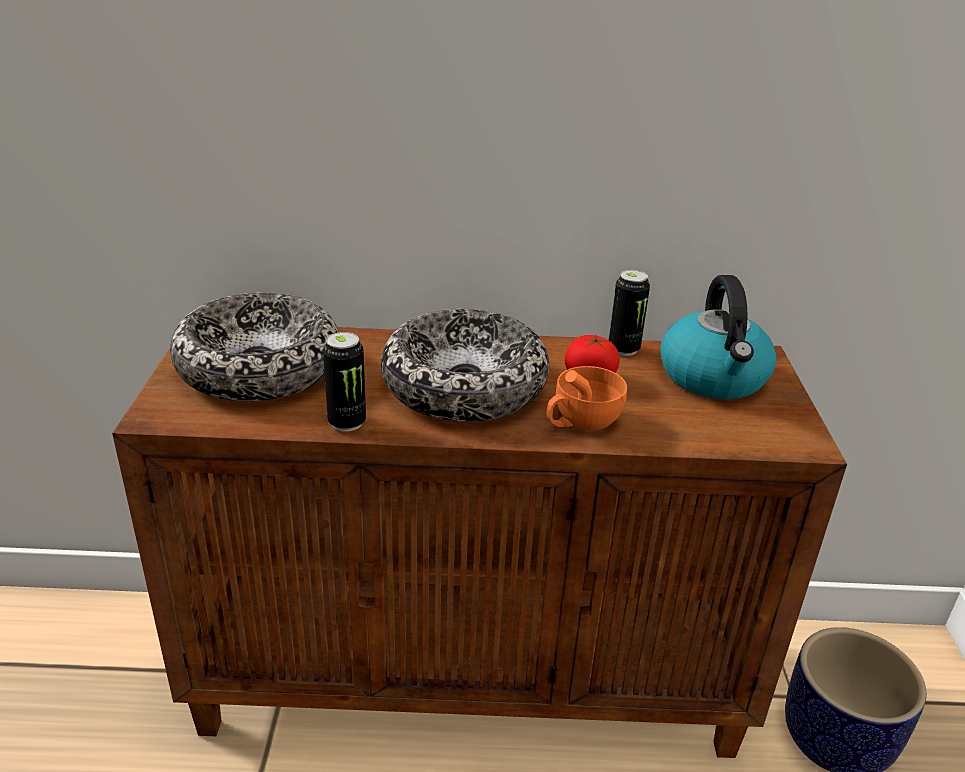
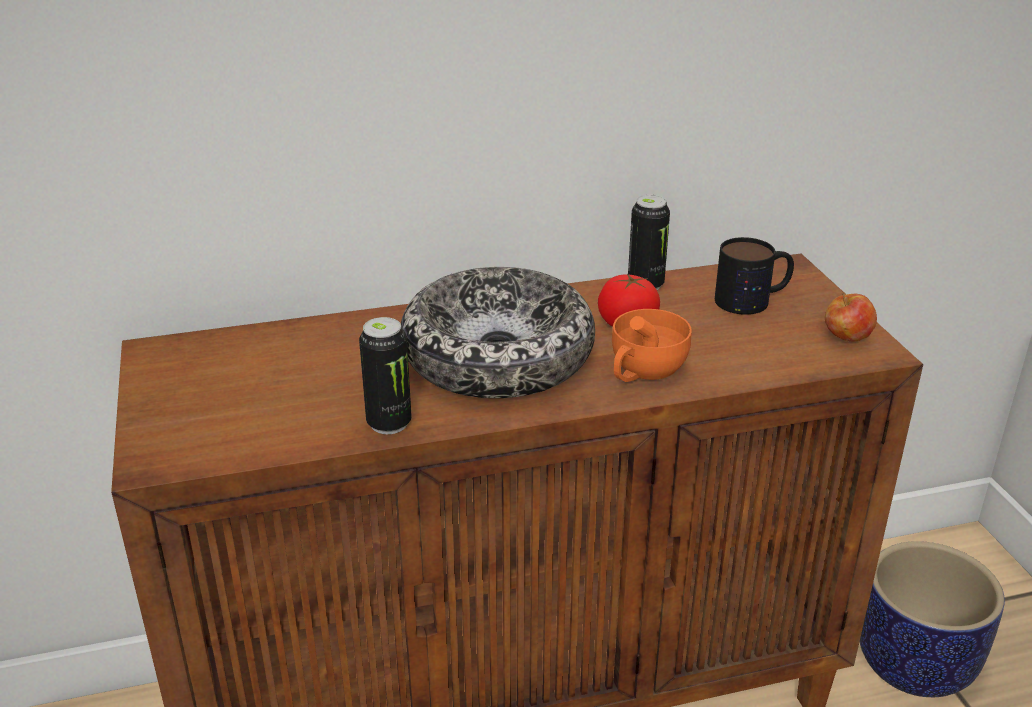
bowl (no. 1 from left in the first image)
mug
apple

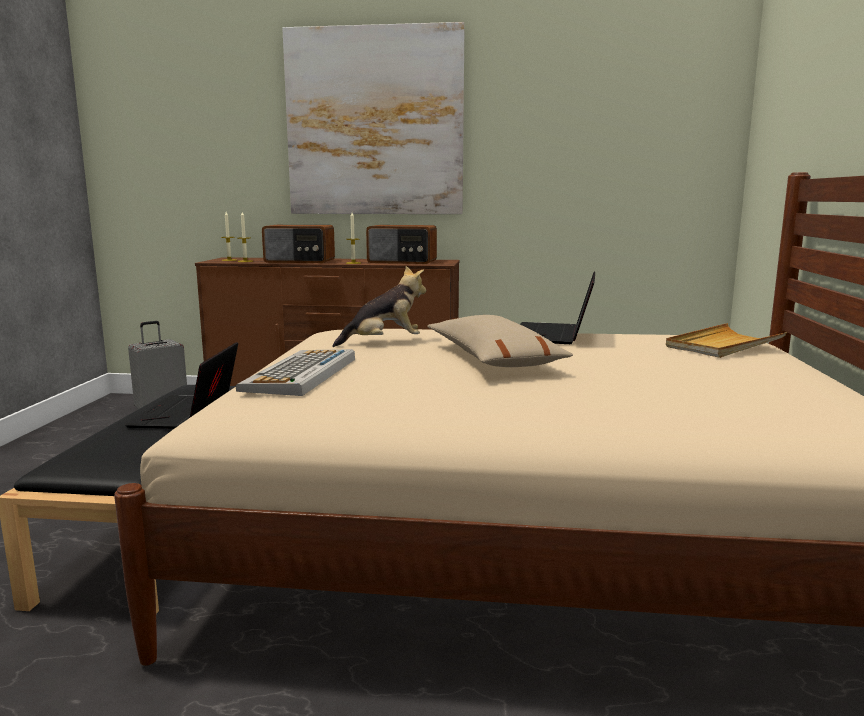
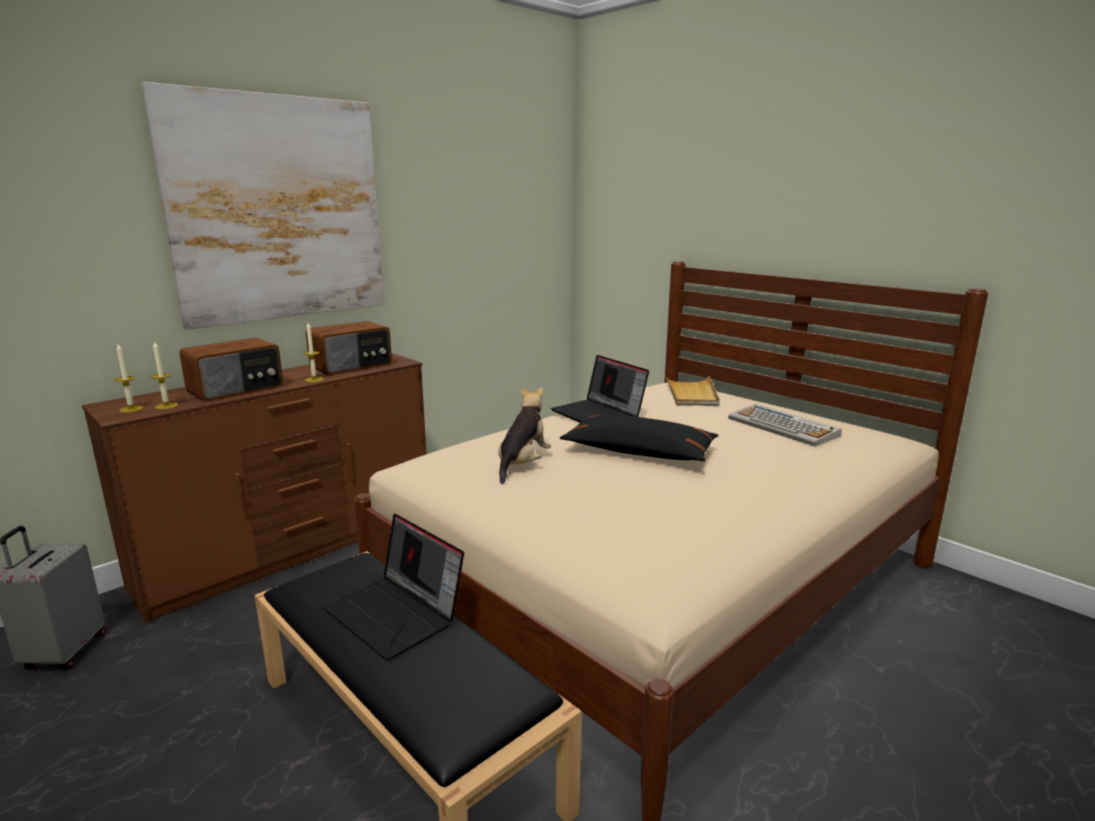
keyboard
black pillow

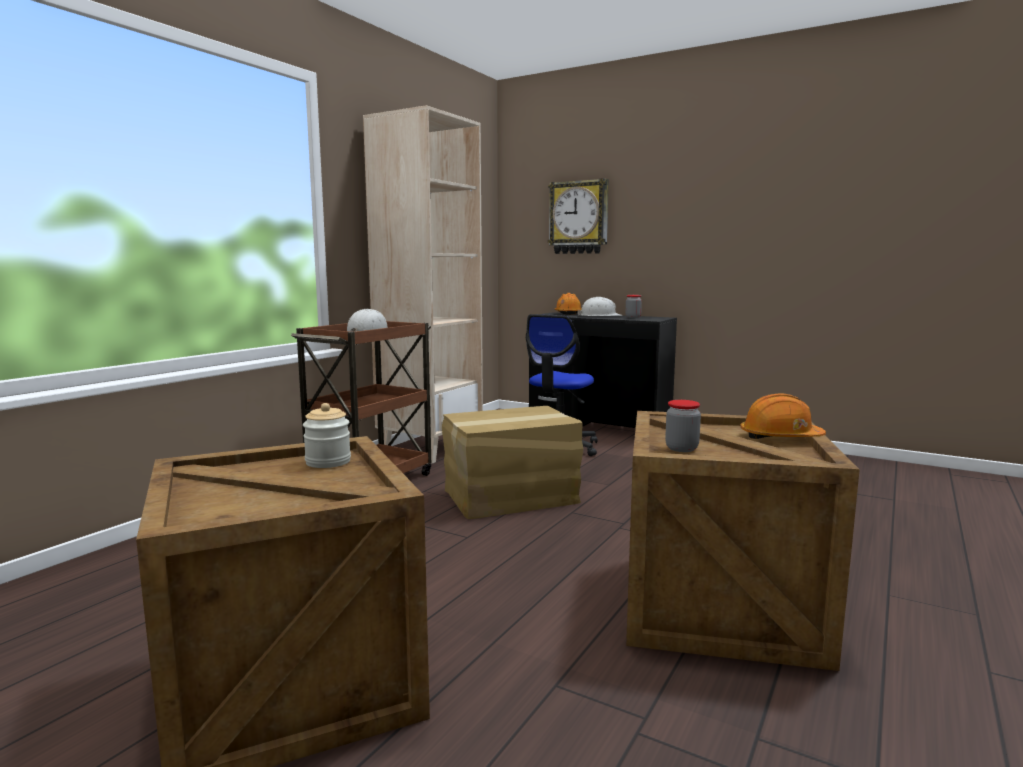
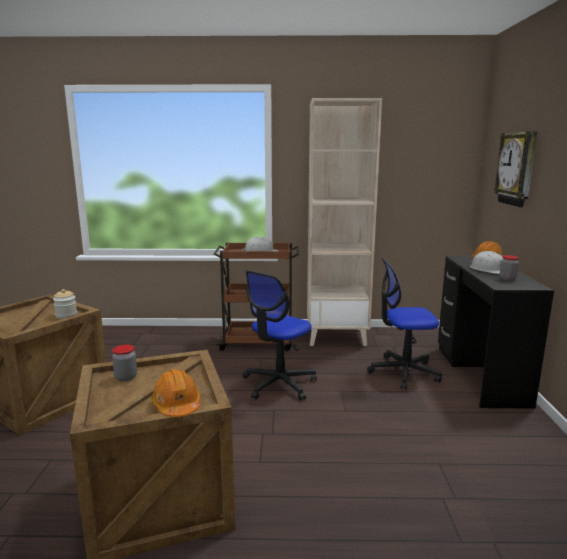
office chair (no. 1 from left)

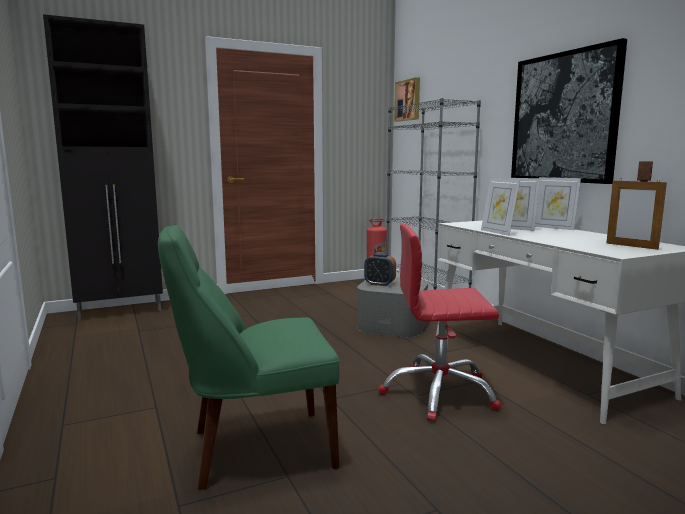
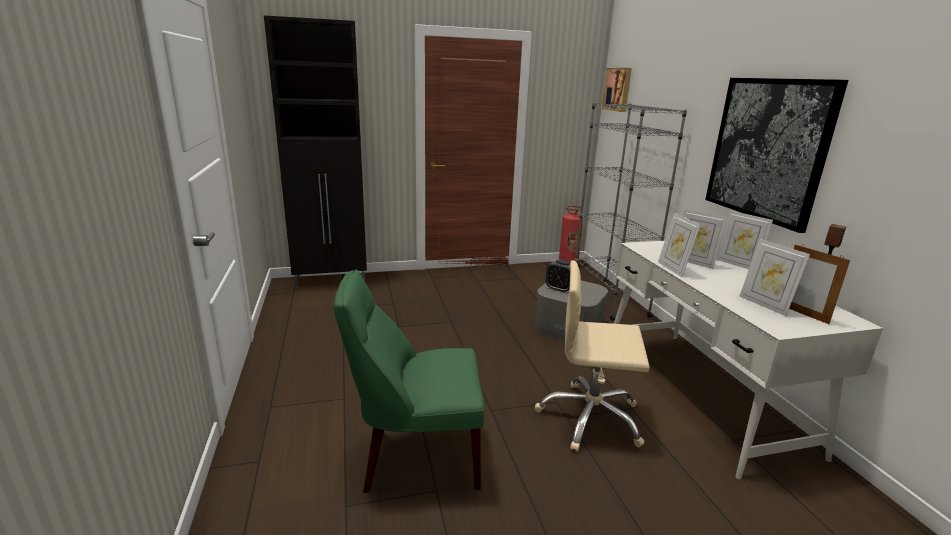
beige office chair
picture frame (no. 4 from left)

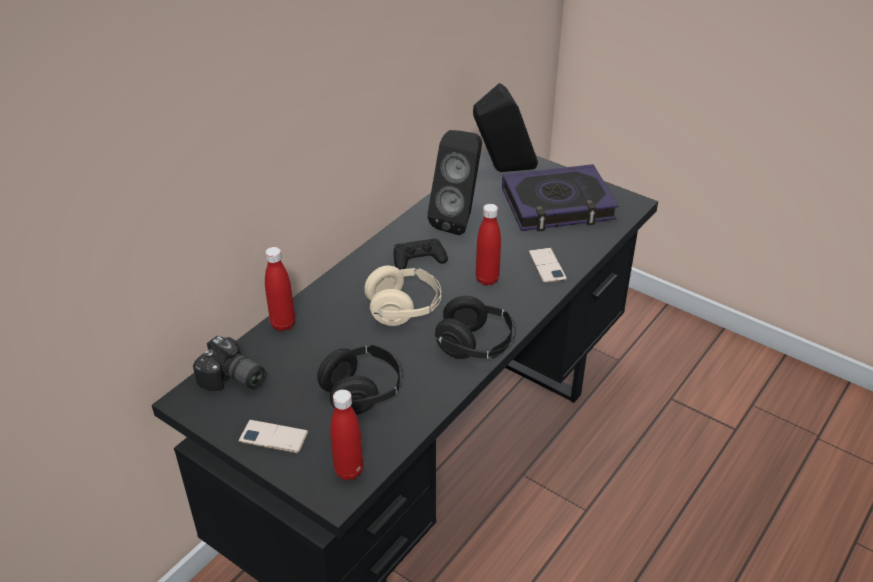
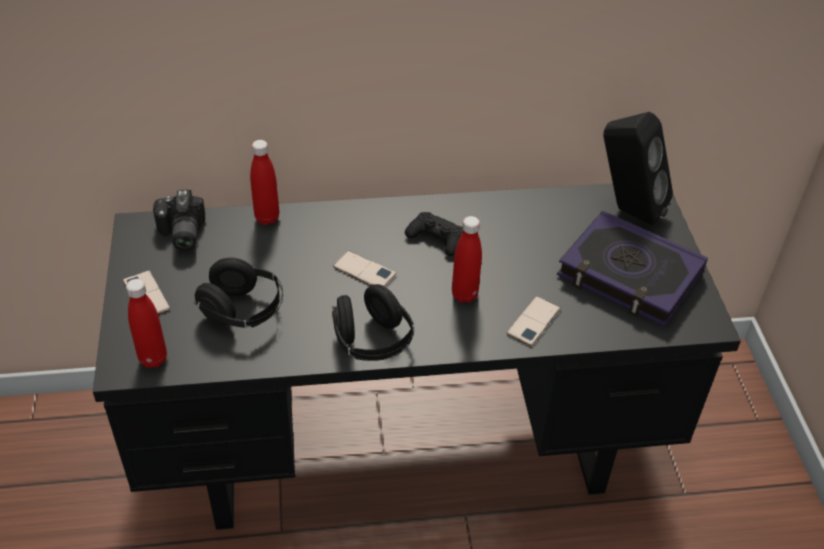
phone (no. 2 from left)
black speaker (no. 1 from left in the first image)

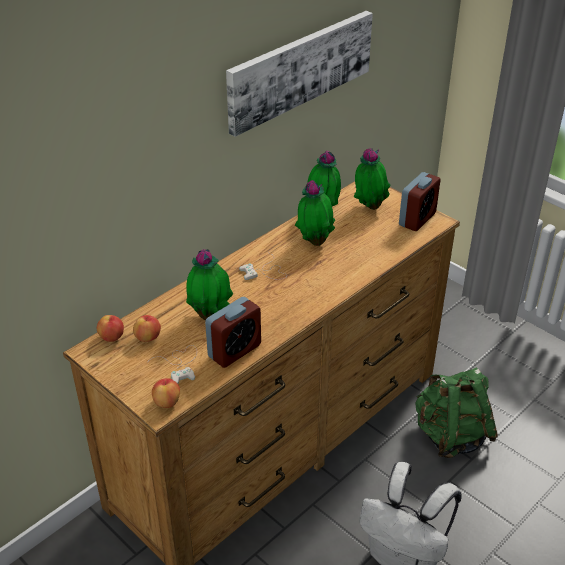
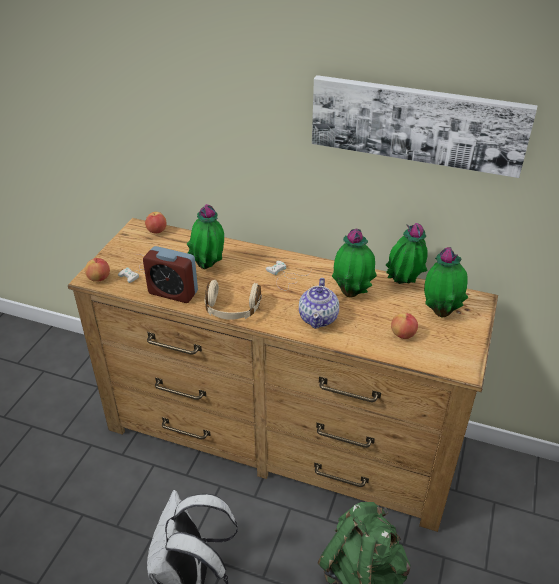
apple (no. 3 from left)
alarm clock (no. 2 from left in the first image)
beige headphones
teapot

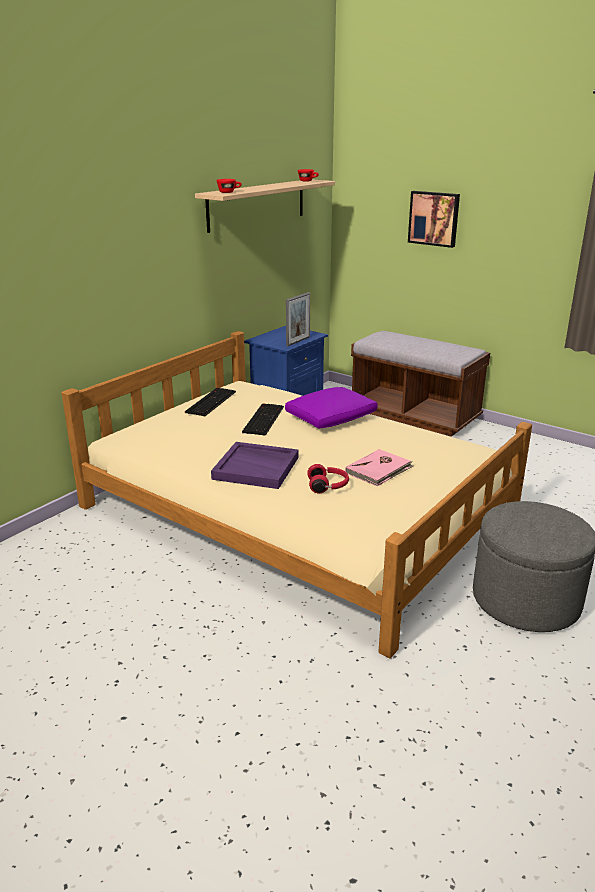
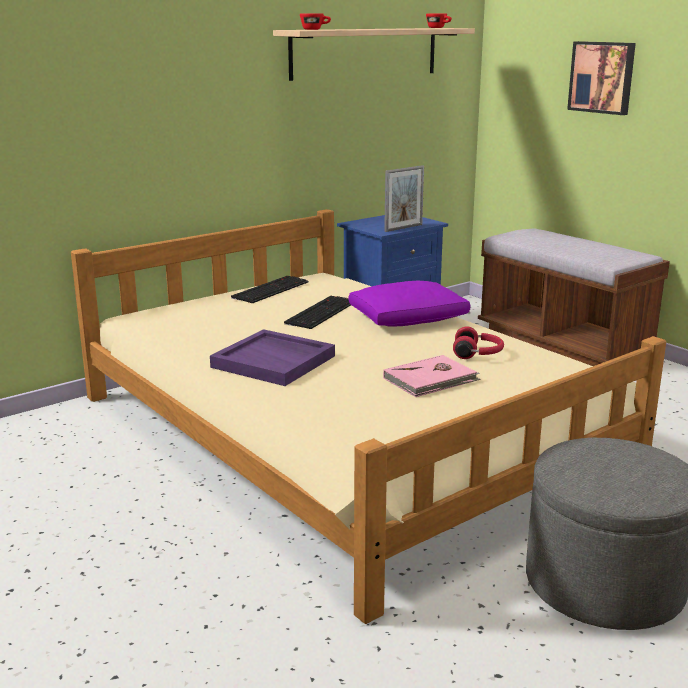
red headphones

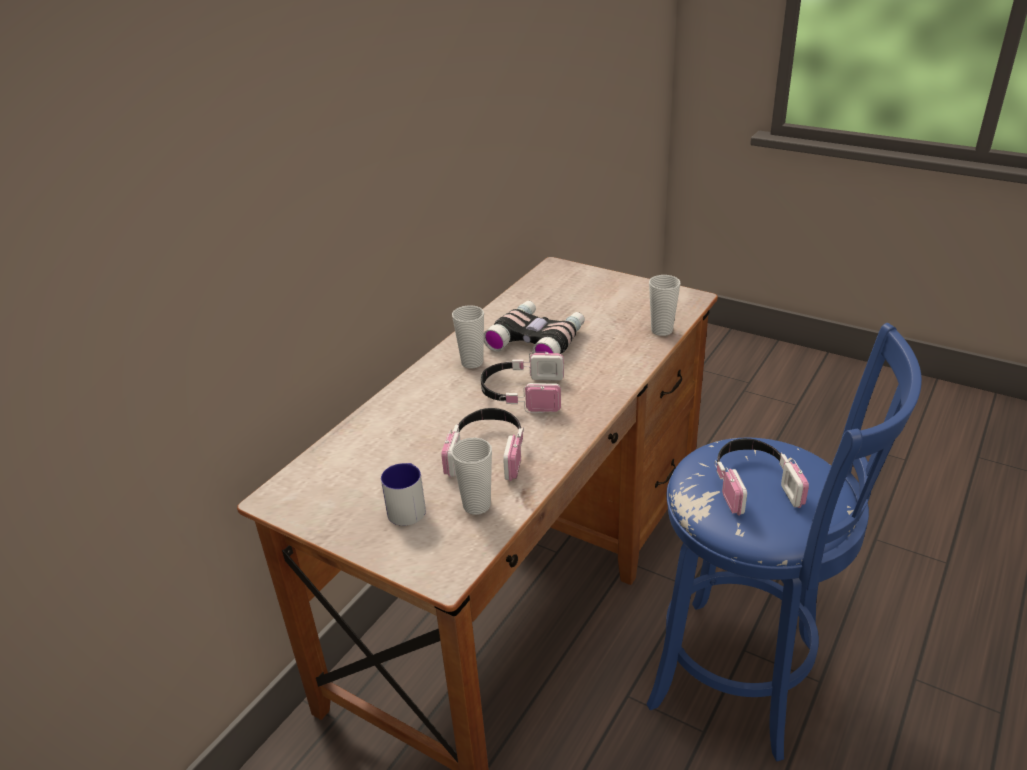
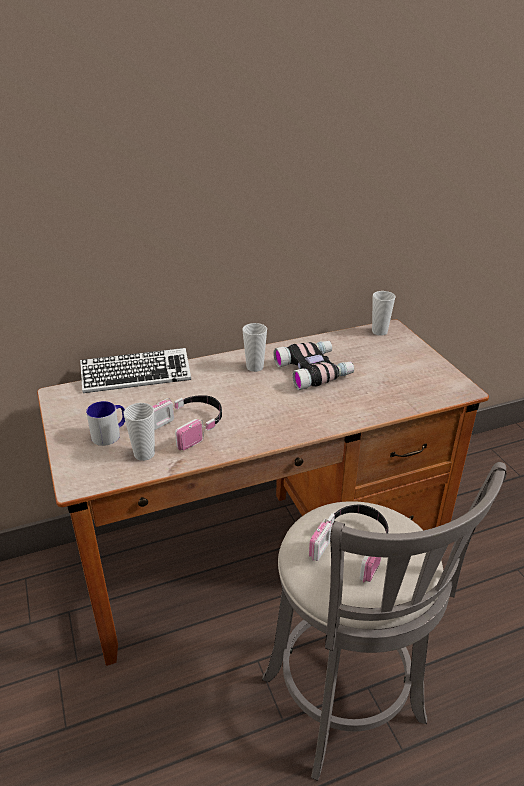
headphones (no. 2 from left in the first image)
grey stool
cup (no. 3 from left)
keyboard

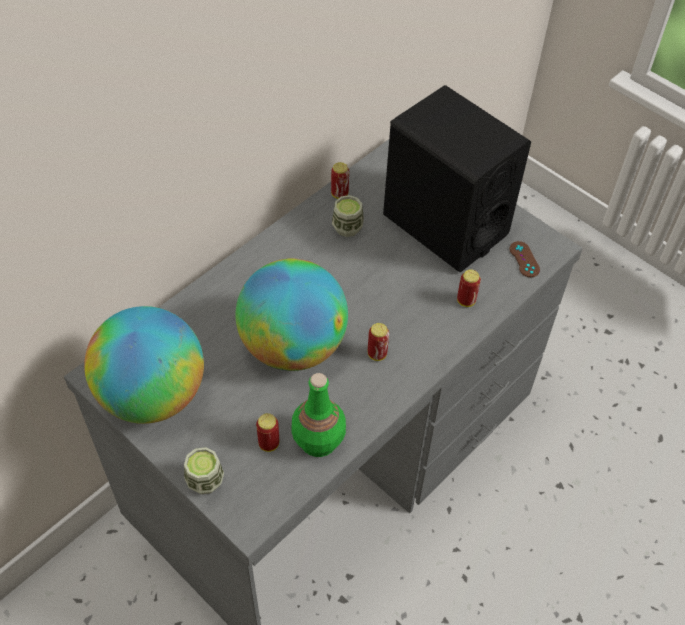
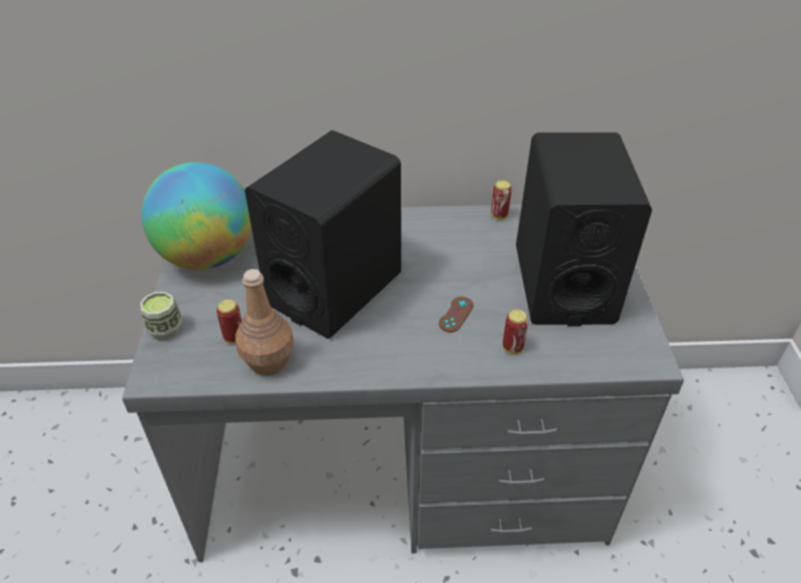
black speaker (no. 1 from left)
brown bottle
cup (no. 2 from left in the first image)
can (no. 3 from left in the first image)
brown game controller

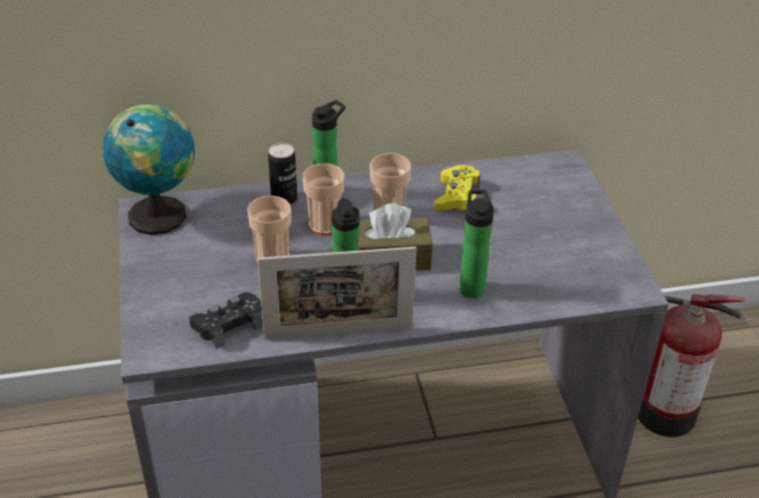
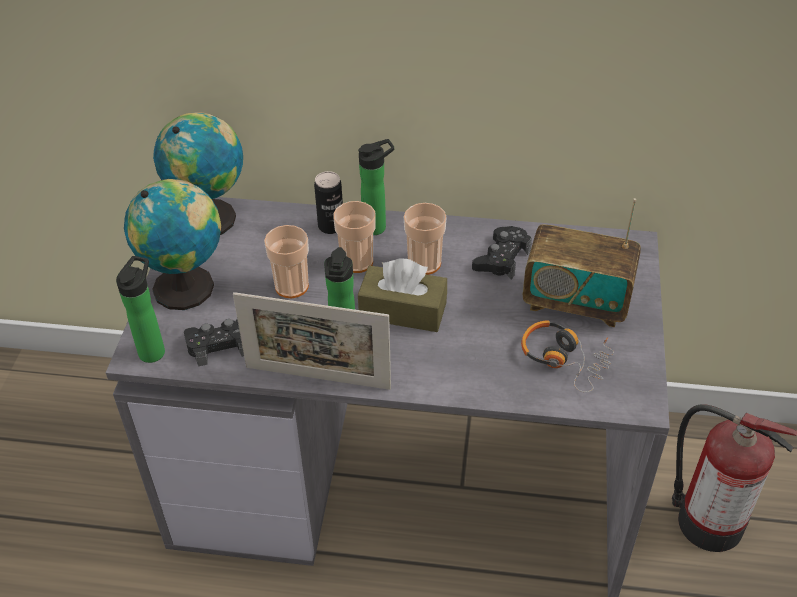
black game controller (no. 2 from left)
bottle (no. 1 from left)
globe (no. 1 from left)
headphones
radio

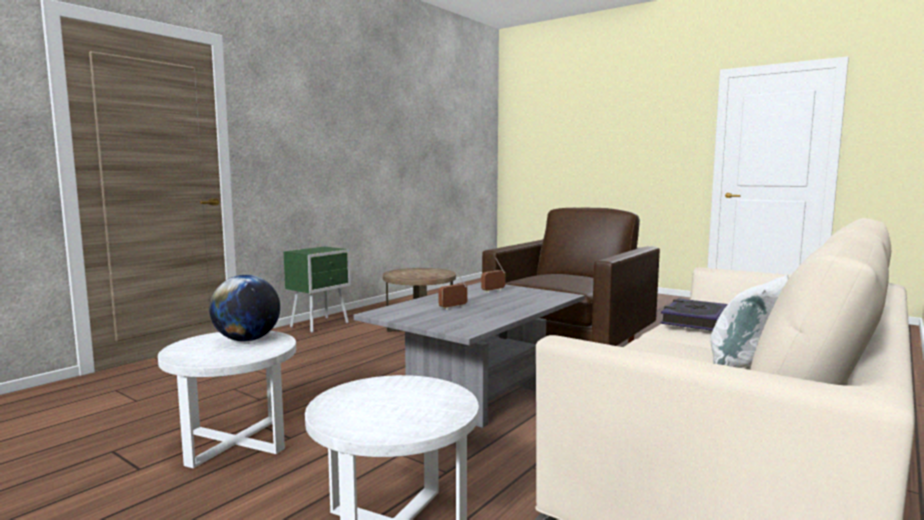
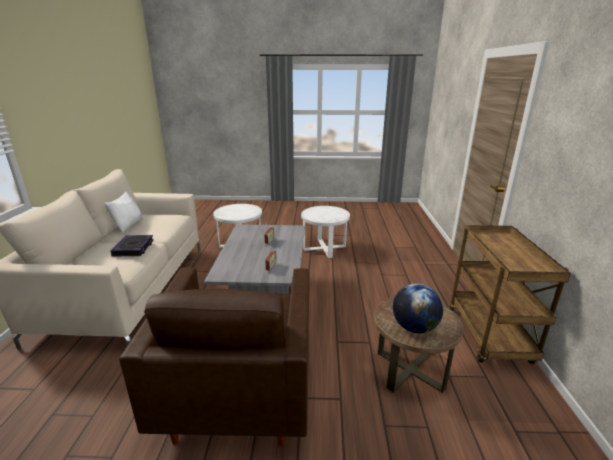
globe
brown cart

